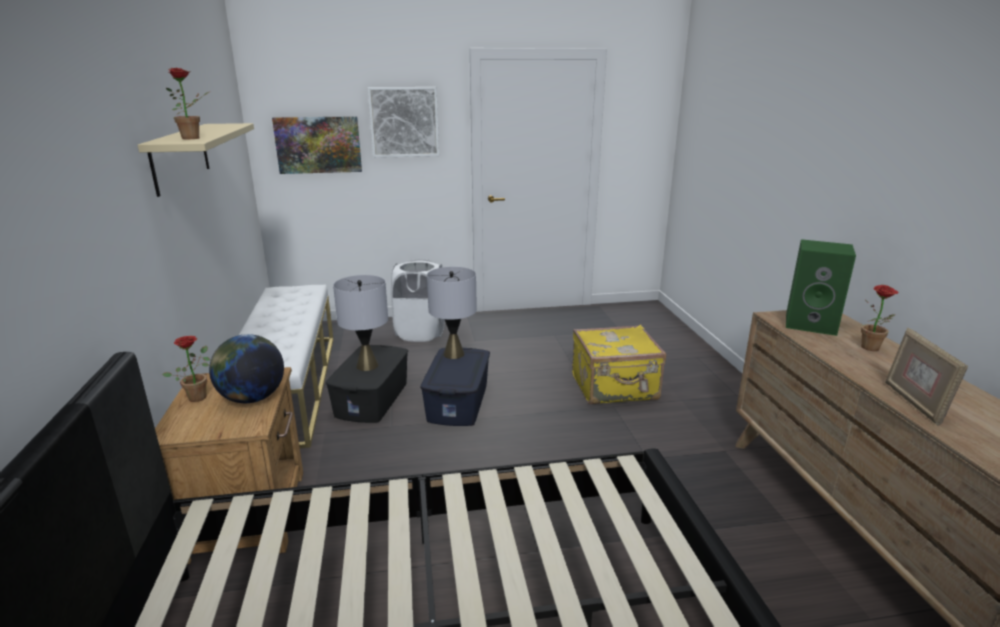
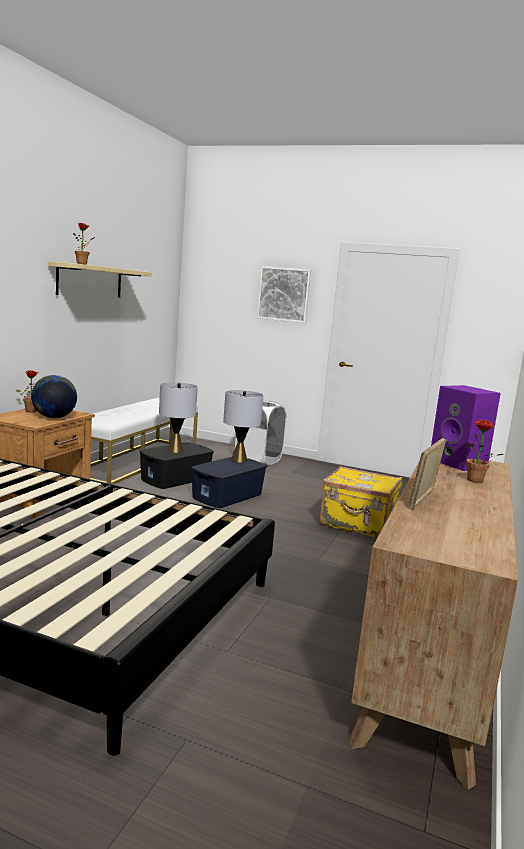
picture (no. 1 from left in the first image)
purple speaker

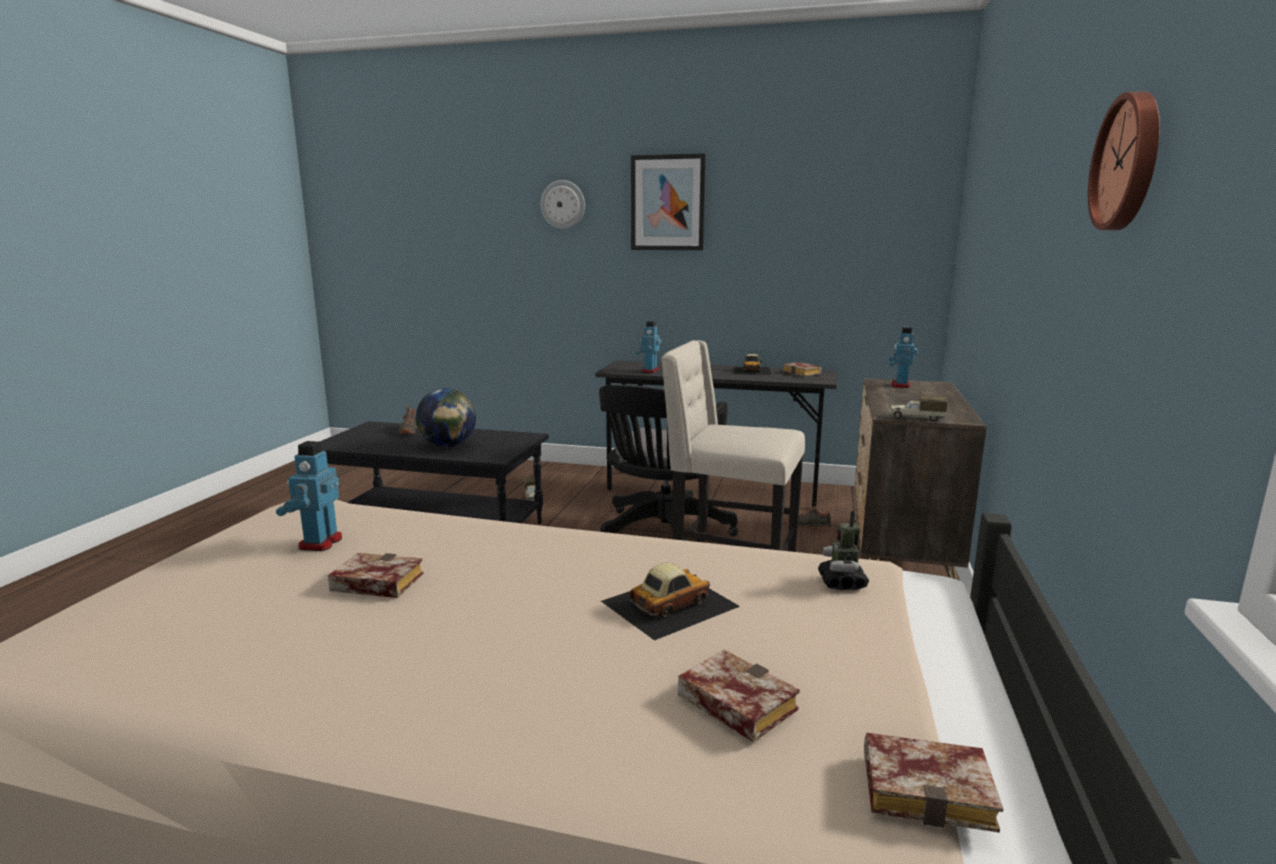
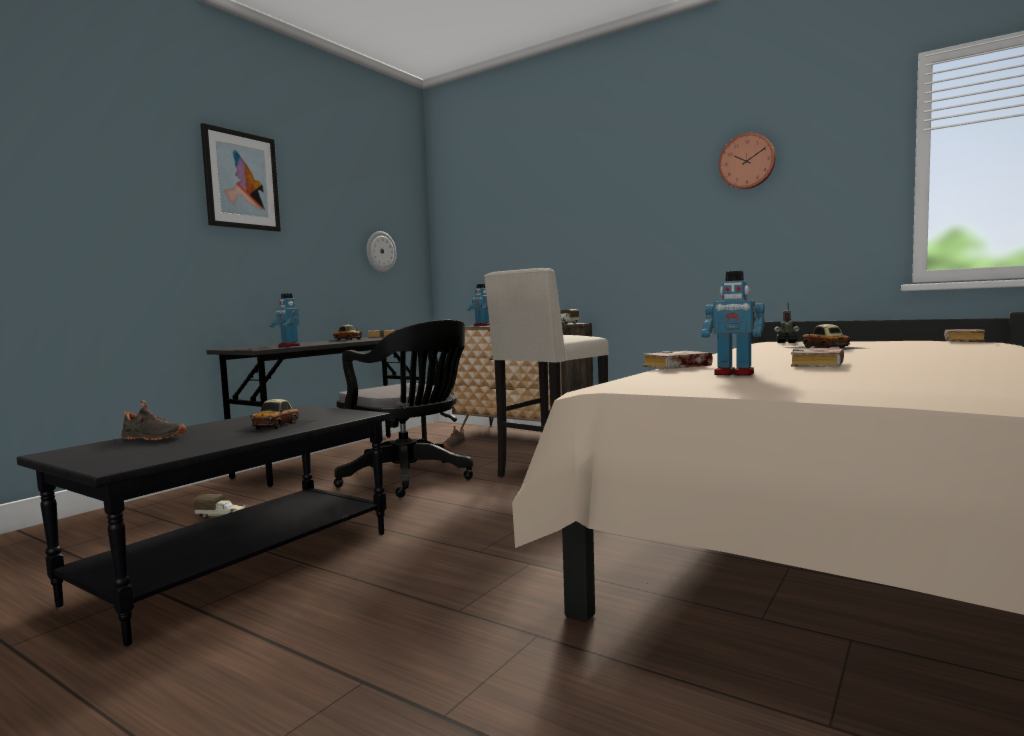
toy car (no. 1 from left)
wall clock (no. 1 from left)
book (no. 2 from left)

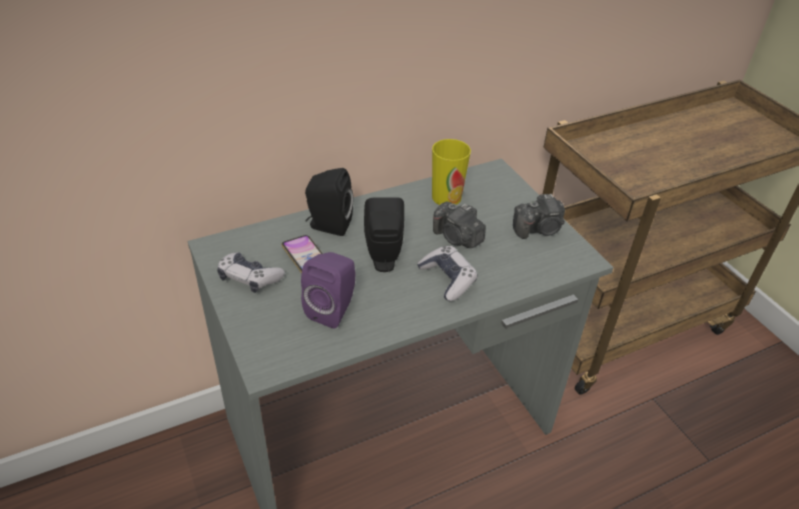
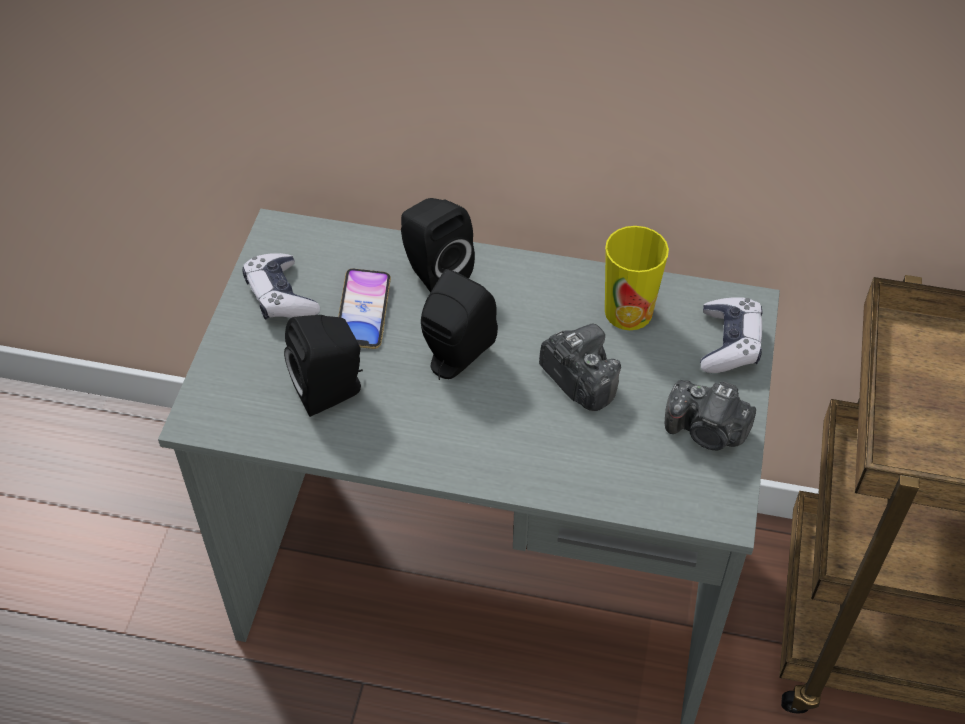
black speaker (no. 1 from left)
game controller (no. 2 from left)
photo camera (no. 1 from left)

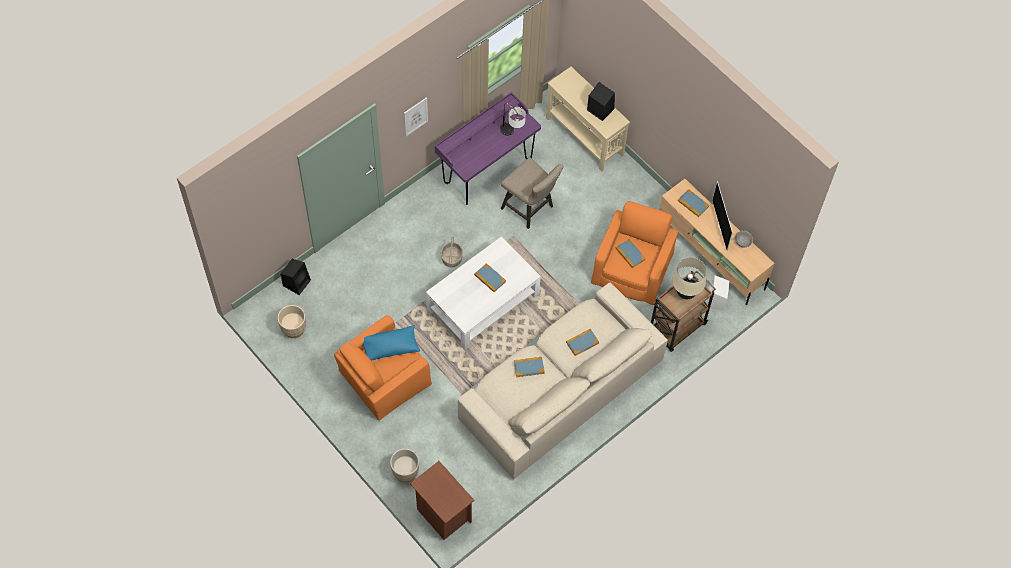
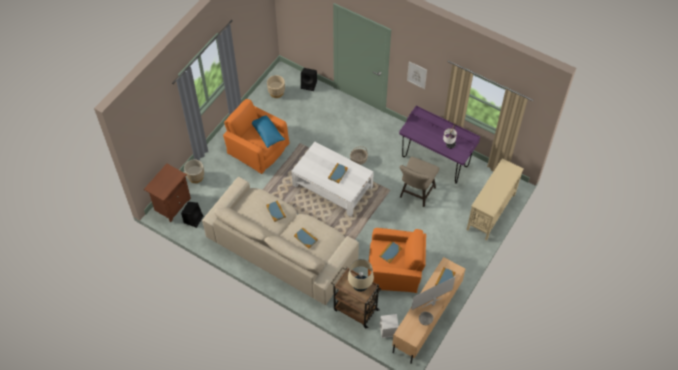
black speaker (no. 1 from left)

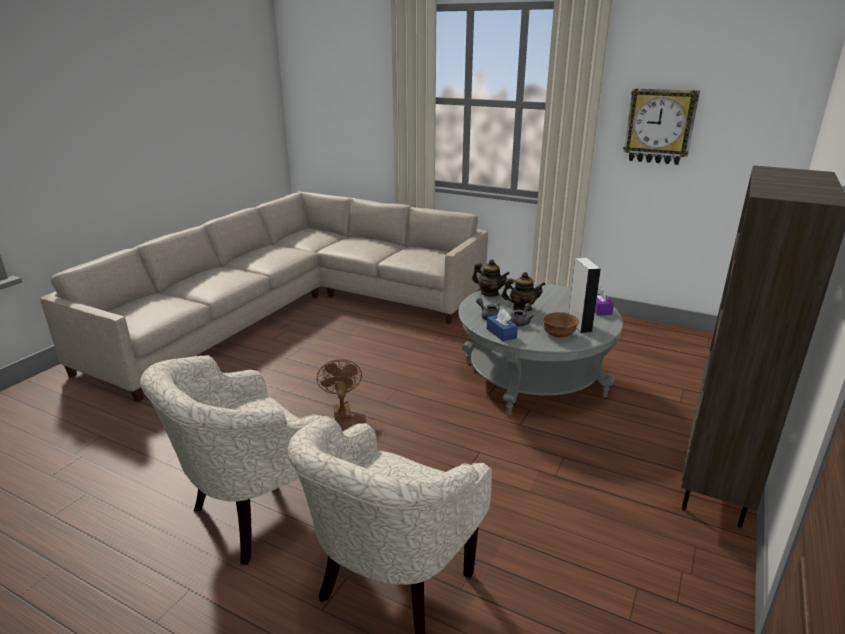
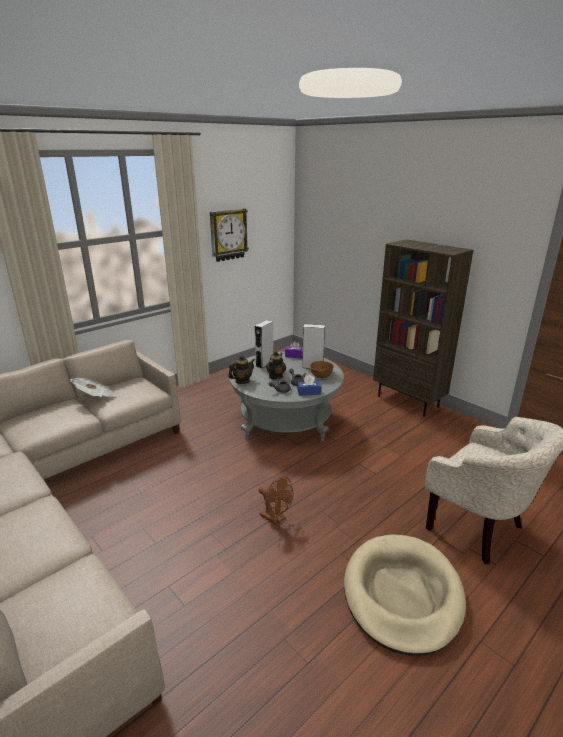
beige dog bed
brown fan
newspaper
grey speaker (no. 1 from left)

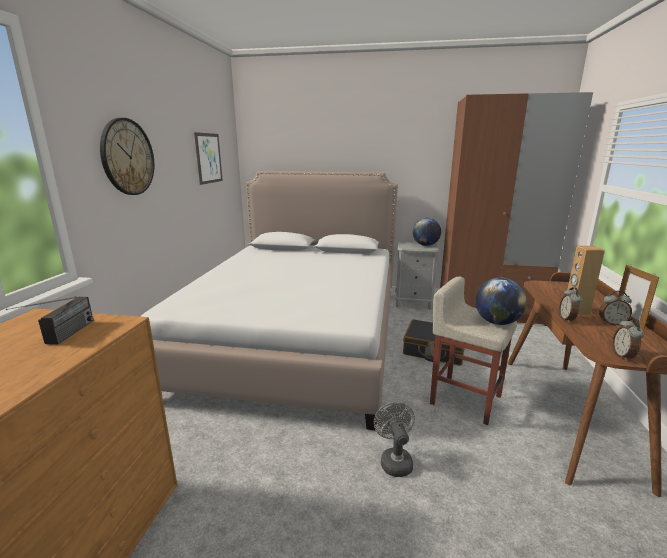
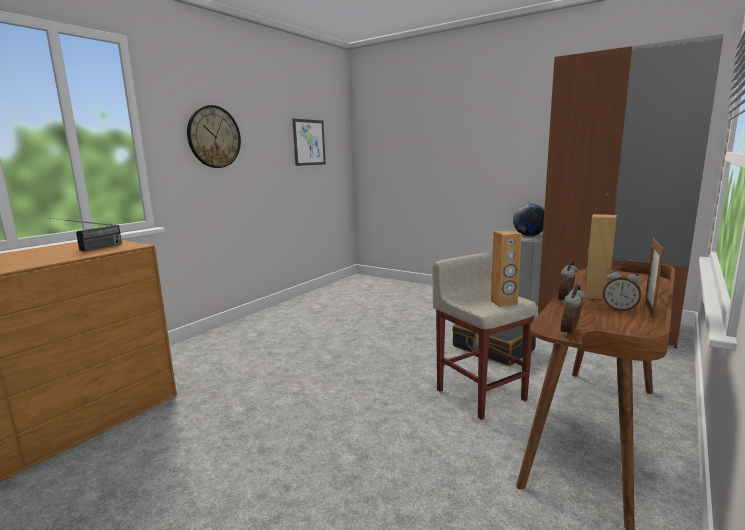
bed
grey fan
brown speaker (no. 1 from left)

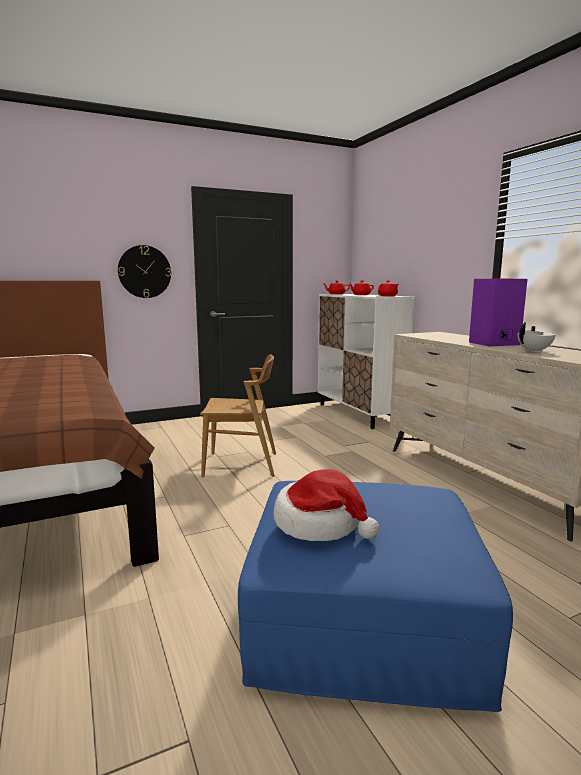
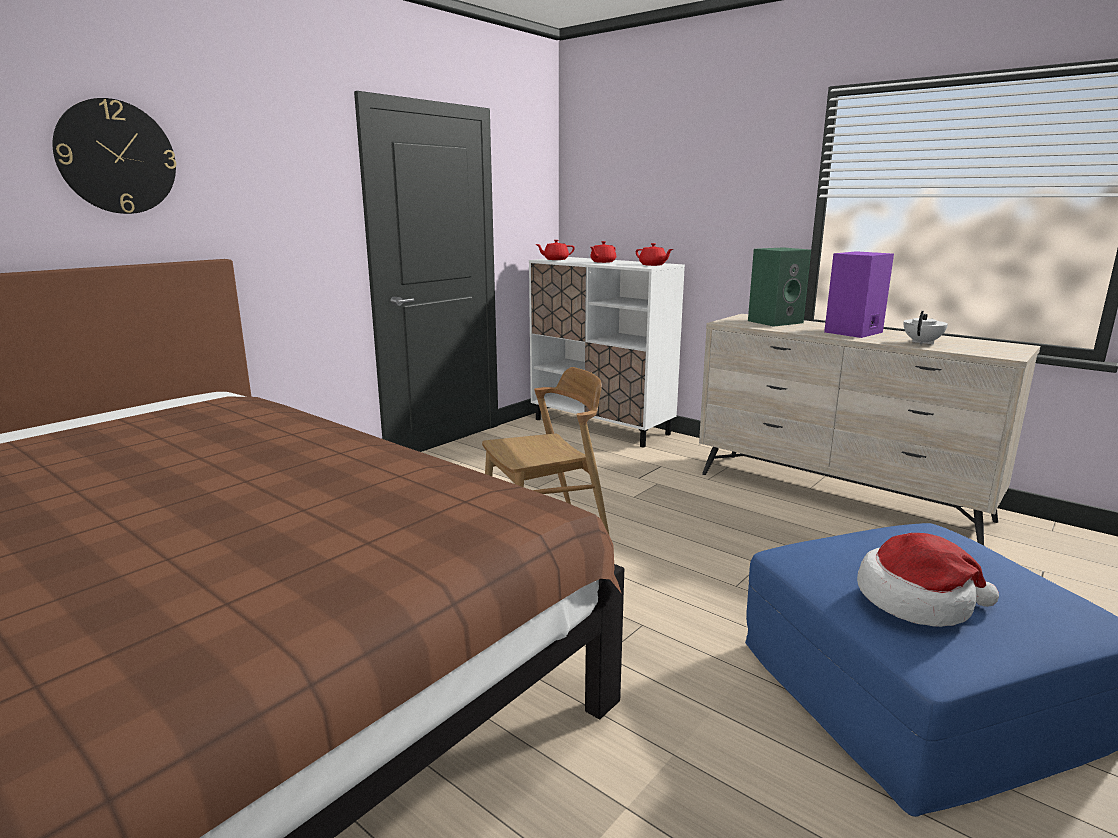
wall clock
green speaker

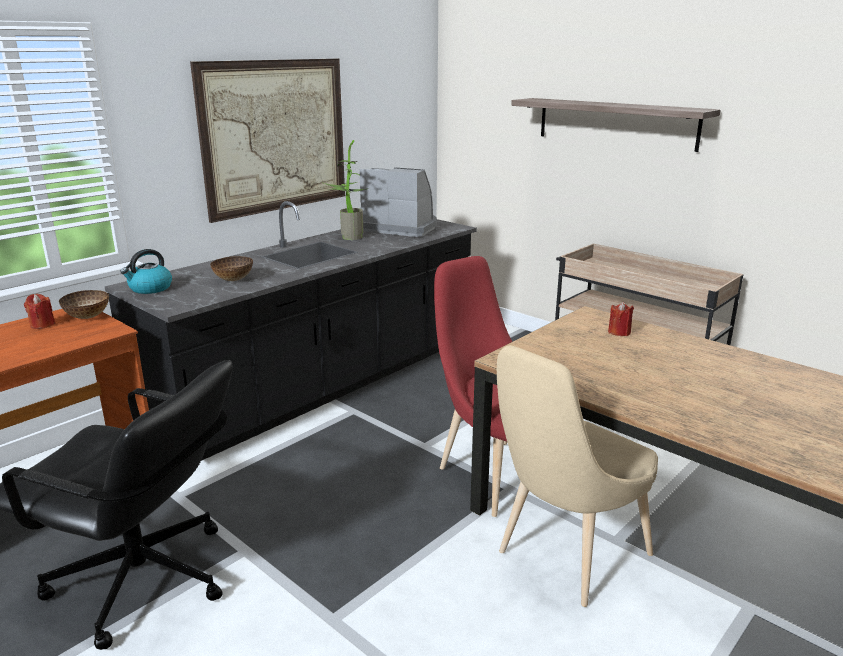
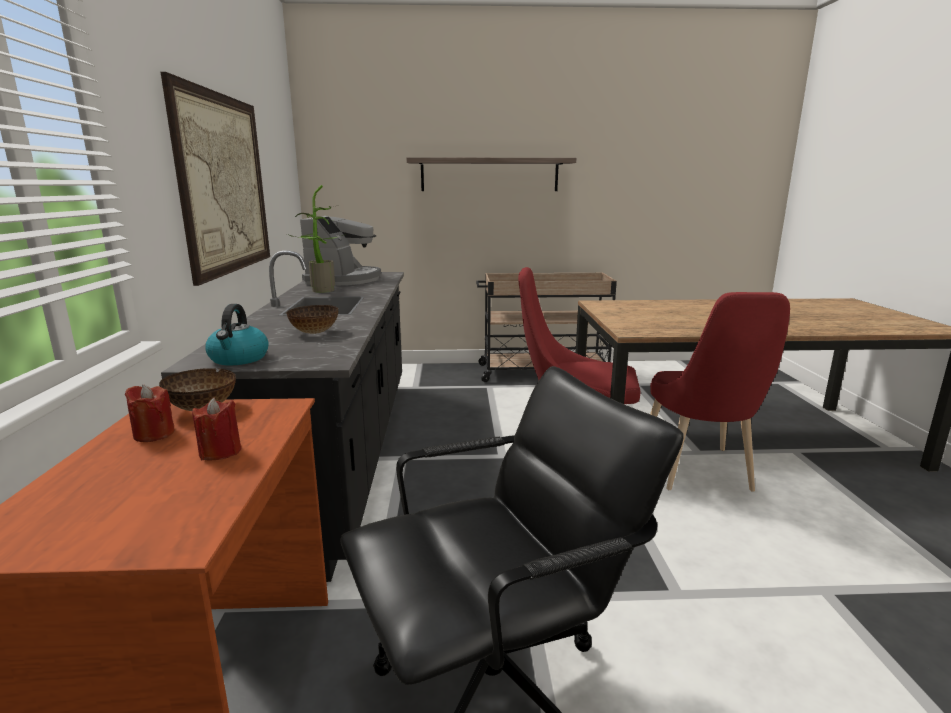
coffee machine
red chair (no. 2 from left)
red candle (no. 2 from left)

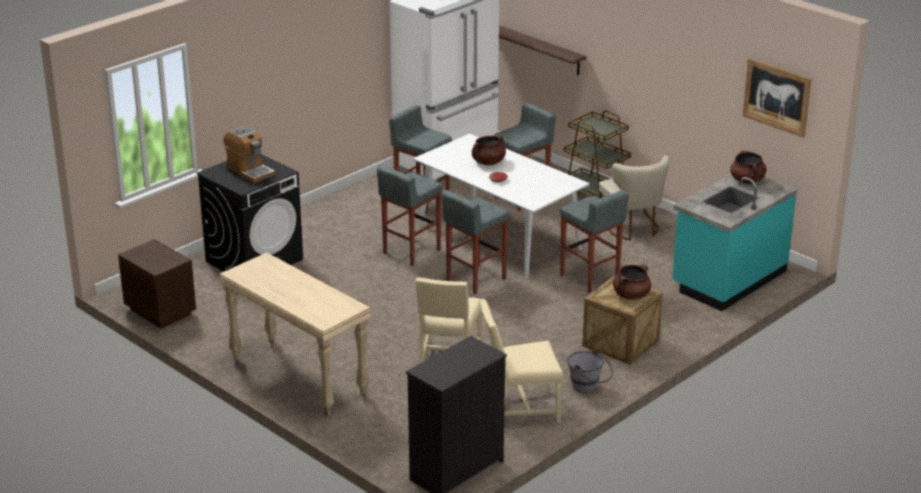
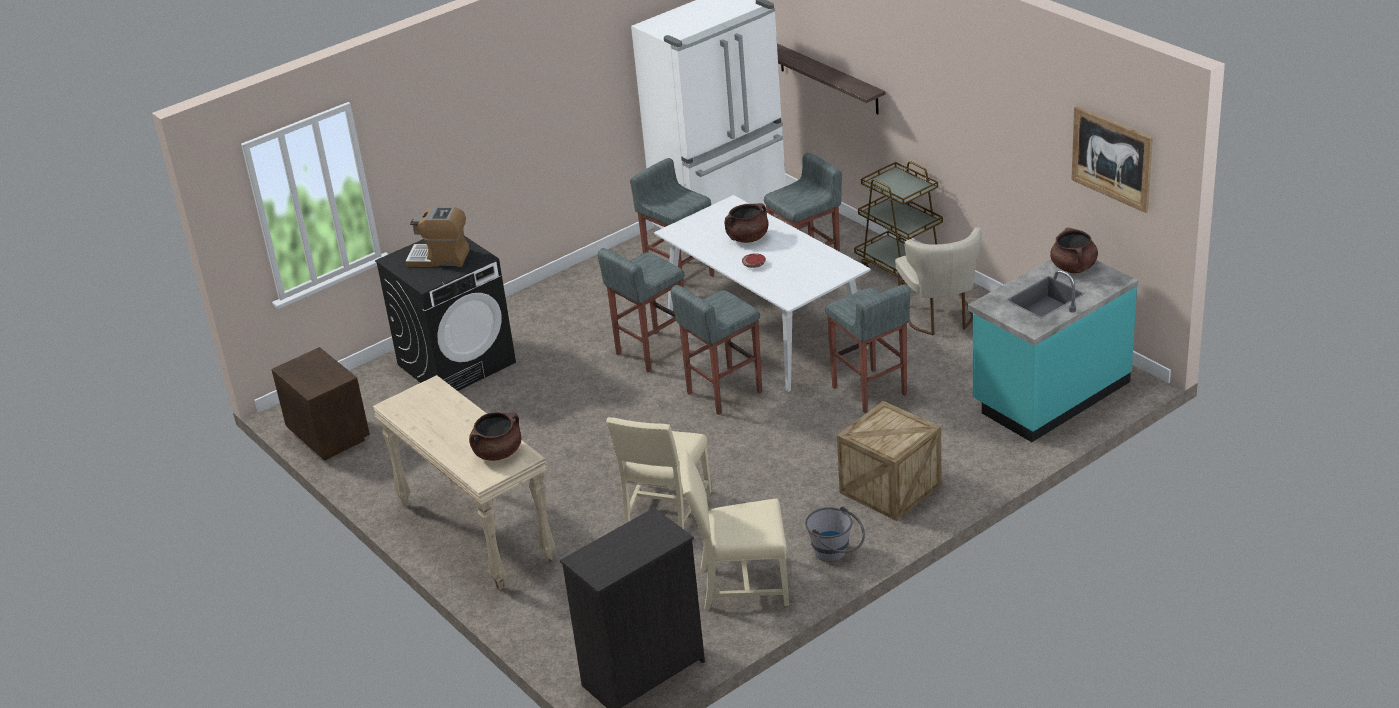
coffee machine
brown cooking pot (no. 1 from left)

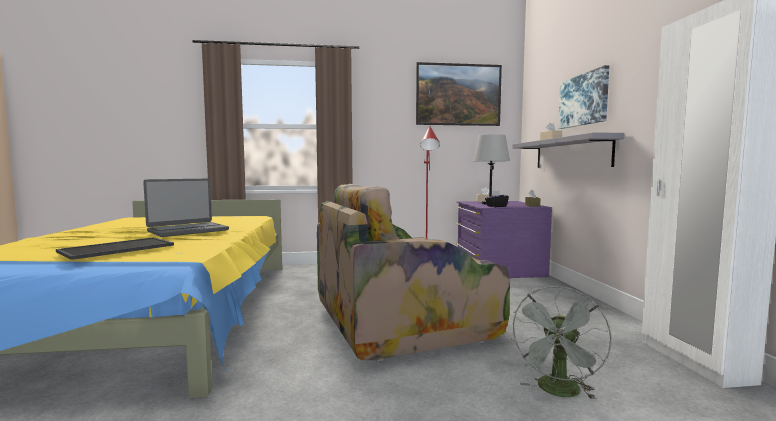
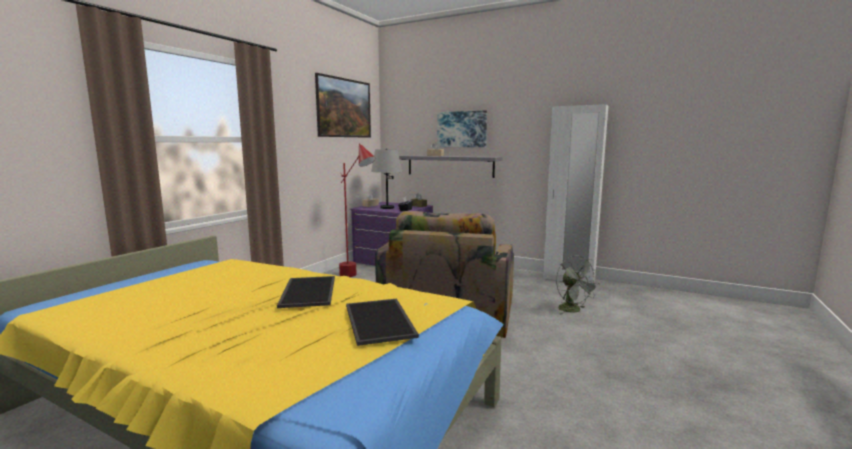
tray (no. 1 from left)

